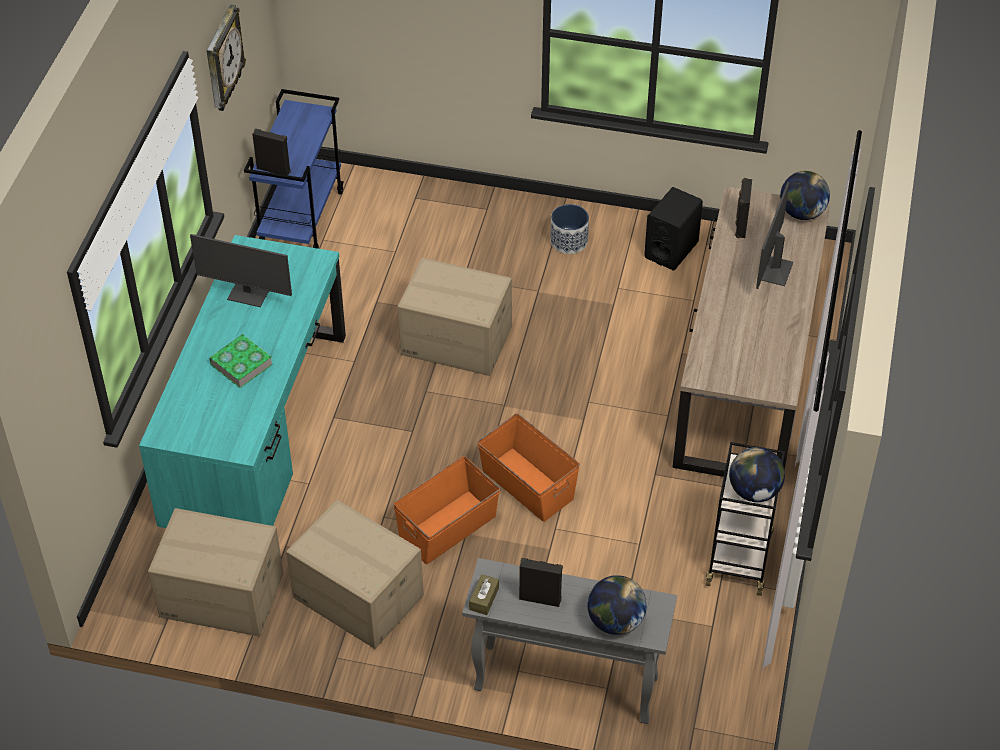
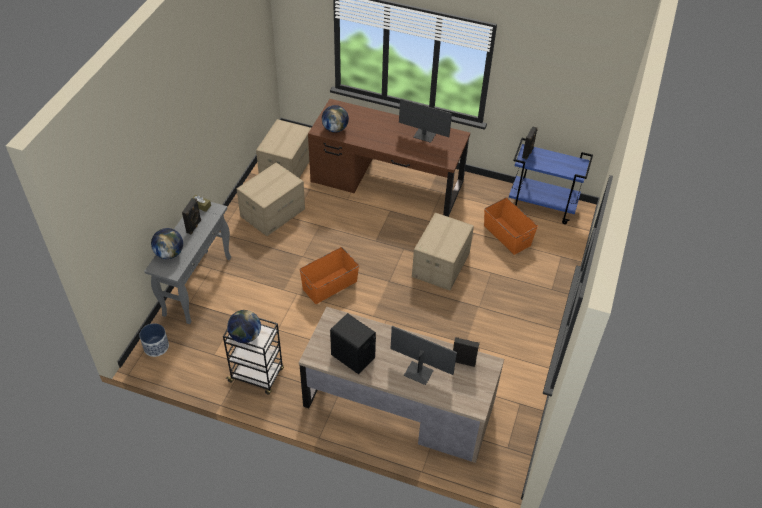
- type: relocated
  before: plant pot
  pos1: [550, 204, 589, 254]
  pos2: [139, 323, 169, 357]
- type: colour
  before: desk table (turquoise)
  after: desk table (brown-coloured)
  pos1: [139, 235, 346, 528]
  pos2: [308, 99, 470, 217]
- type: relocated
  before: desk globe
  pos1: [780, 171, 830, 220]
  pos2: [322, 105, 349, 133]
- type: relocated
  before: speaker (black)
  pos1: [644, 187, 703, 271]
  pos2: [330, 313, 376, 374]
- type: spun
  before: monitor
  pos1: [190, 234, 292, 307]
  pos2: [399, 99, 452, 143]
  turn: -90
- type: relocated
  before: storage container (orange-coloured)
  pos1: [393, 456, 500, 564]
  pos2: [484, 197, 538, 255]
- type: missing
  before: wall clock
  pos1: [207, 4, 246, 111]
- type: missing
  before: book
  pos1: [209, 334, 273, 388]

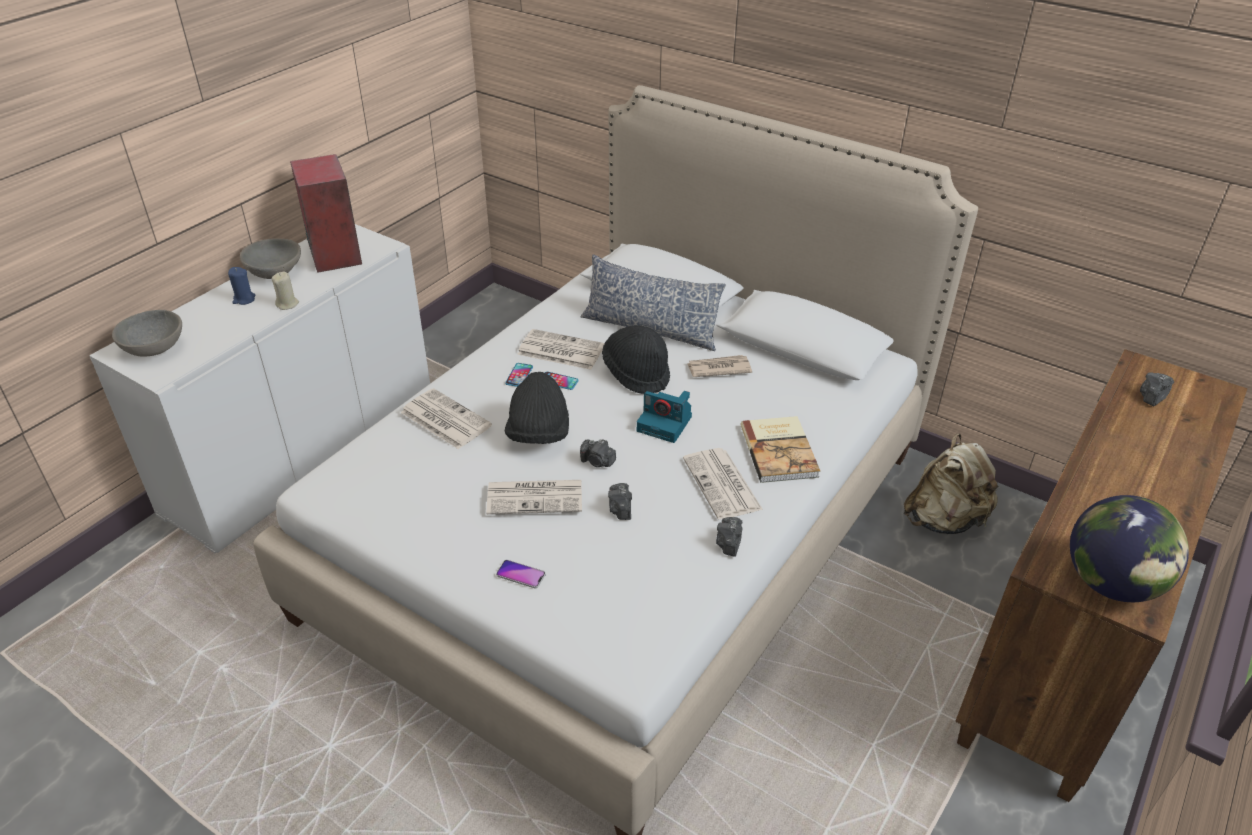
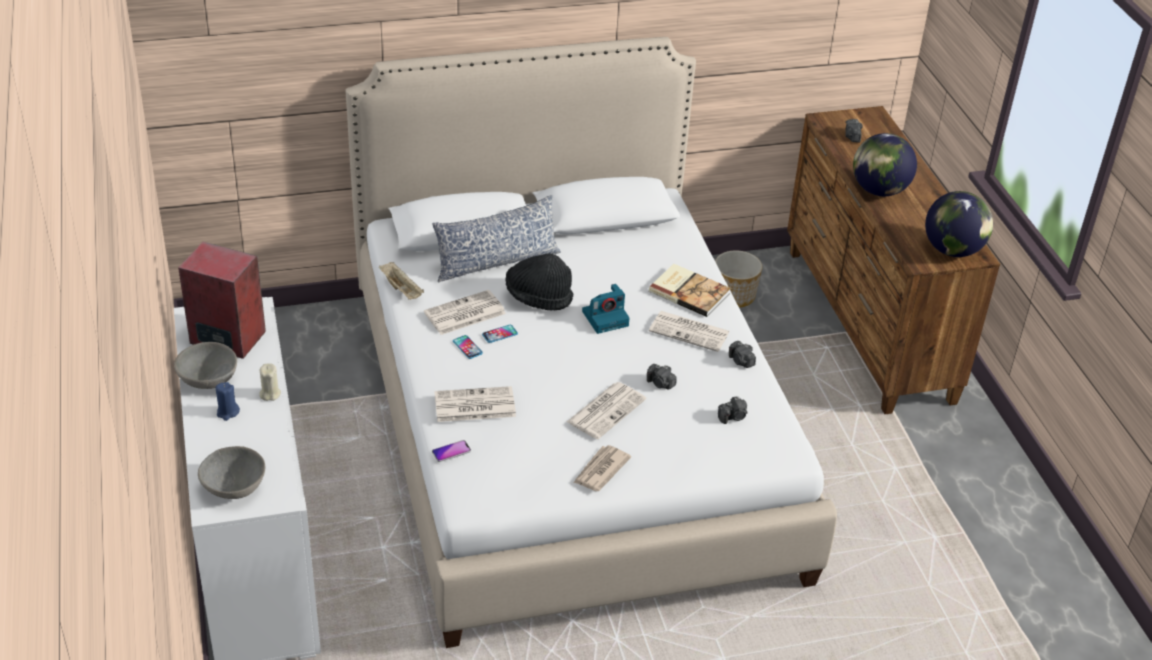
- type: appeared
  after: serving tray (beige)
  pos2: [379, 262, 424, 300]
- type: relocated
  before: telephone
  pos1: [496, 560, 546, 588]
  pos2: [432, 440, 471, 462]
- type: relocated
  before: daily paper
  pos1: [687, 355, 752, 377]
  pos2: [573, 445, 631, 491]
- type: exchanged
  before: knapsack (beige)
  after: plant pot
  pos1: [904, 433, 1000, 534]
  pos2: [715, 250, 763, 308]
- type: relocated
  before: still camera
  pos1: [580, 439, 616, 467]
  pos2: [718, 397, 748, 424]
- type: appeared
  after: desk globe
  pos2: [853, 133, 917, 196]
- type: missing
  before: wearable hat (black)
  pos1: [505, 372, 569, 444]

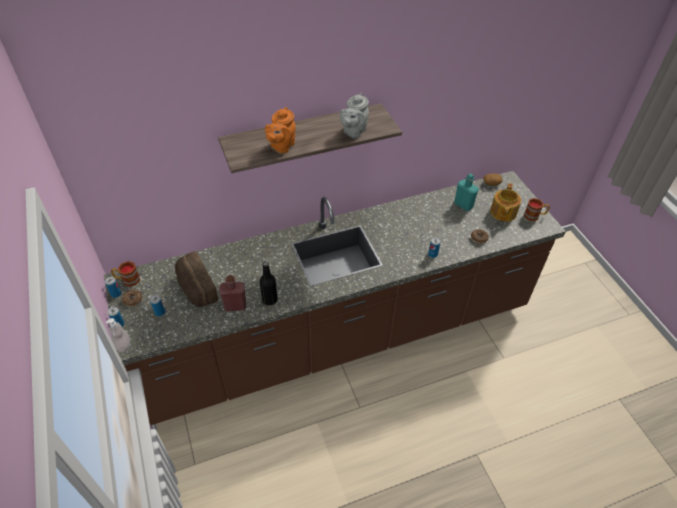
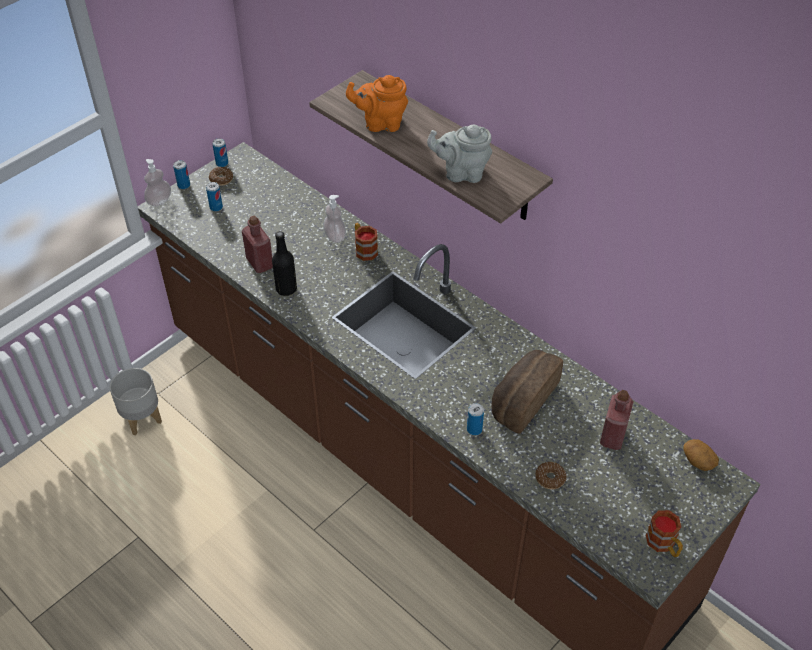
- type: appeared
  after: plant pot (grey)
  pos2: [110, 368, 162, 435]
- type: appeared
  after: soap bottle
  pos2: [323, 195, 346, 243]
- type: relocated
  before: mug
  pos1: [111, 261, 140, 287]
  pos2: [355, 223, 378, 261]
- type: relocated
  before: baked bread
  pos1: [175, 251, 218, 307]
  pos2: [491, 350, 563, 434]
- type: colour
  before: beverage bottle (turquoise)
  after: beverage bottle (reddish)
  pos1: [454, 174, 479, 211]
  pos2: [600, 390, 634, 450]
- type: missing
  before: tea pot
  pos1: [490, 183, 521, 222]

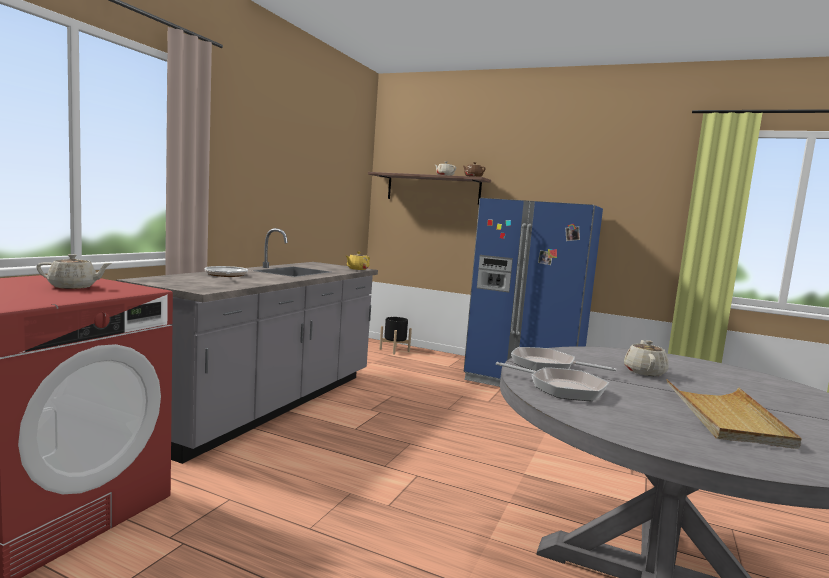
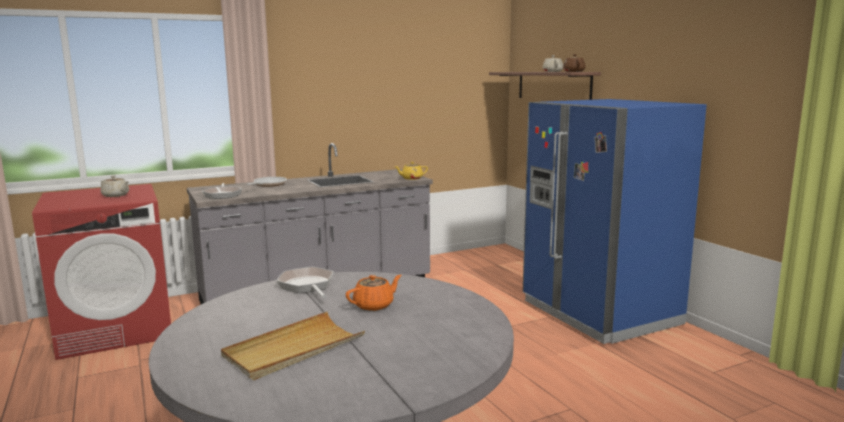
- type: relocated
  before: pan
  pos1: [496, 362, 609, 401]
  pos2: [202, 183, 242, 199]
- type: colour
  before: tea pot (beige)
  after: tea pot (orange-coloured)
  pos1: [624, 340, 669, 376]
  pos2: [346, 275, 402, 311]
- type: missing
  before: plant pot (black)
  pos1: [379, 317, 412, 355]

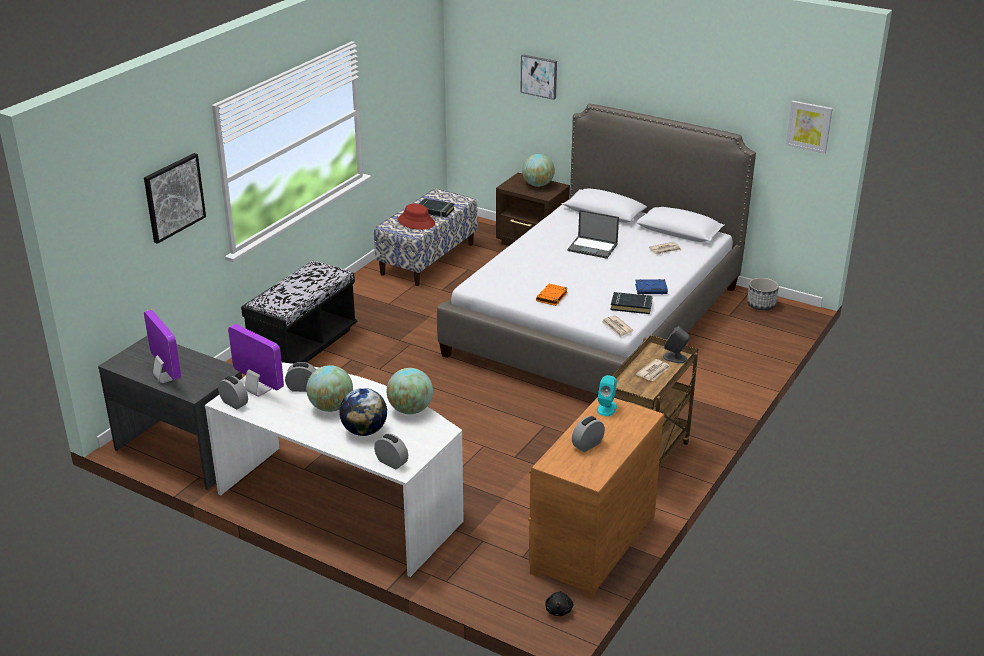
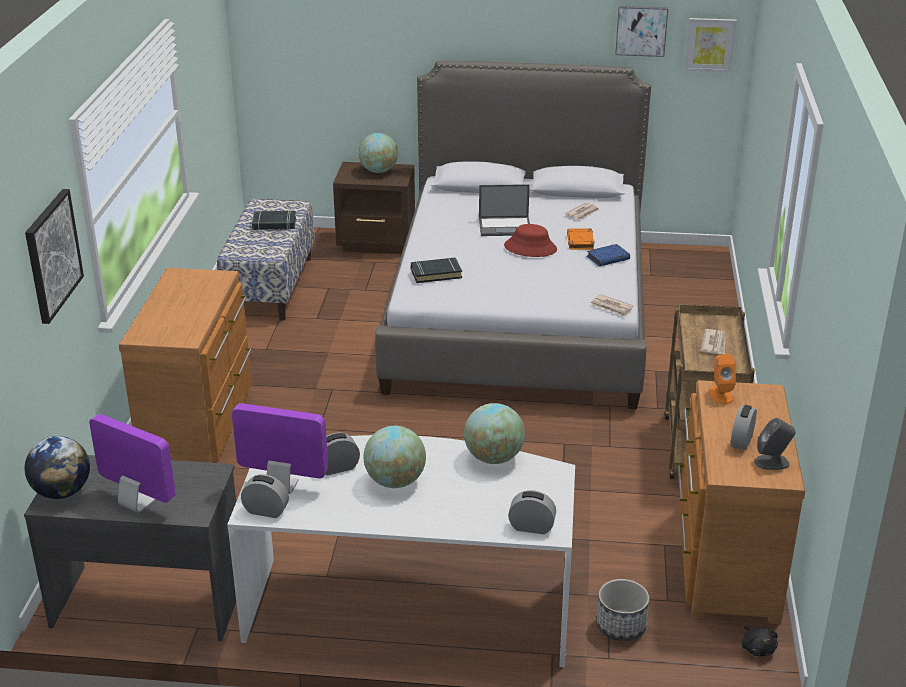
- type: relocated
  before: desk globe
  pos1: [339, 388, 387, 436]
  pos2: [25, 436, 90, 499]
- type: exchanged
  before: long seat (black)
  after: dresser (brown-coloured)
  pos1: [241, 260, 357, 364]
  pos2: [119, 268, 252, 463]
- type: relocated
  before: book (black)
  pos1: [611, 292, 653, 314]
  pos2: [411, 257, 462, 283]
- type: relocated
  before: wearable hat (reddish)
  pos1: [398, 204, 435, 230]
  pos2: [504, 224, 557, 257]
- type: relocated
  before: book (orange-coloured)
  pos1: [536, 284, 568, 306]
  pos2: [567, 228, 594, 250]
- type: relocated
  before: plant pot
  pos1: [747, 278, 779, 310]
  pos2: [597, 579, 649, 641]
- type: relocated
  before: wall picture
  pos1: [520, 54, 557, 100]
  pos2: [615, 6, 668, 57]
- type: colour
  before: speaker (turquoise)
  after: speaker (orange-coloured)
  pos1: [597, 375, 617, 416]
  pos2: [709, 354, 736, 404]
- type: relocated
  before: speaker (grey)
  pos1: [663, 326, 690, 363]
  pos2: [754, 418, 795, 470]

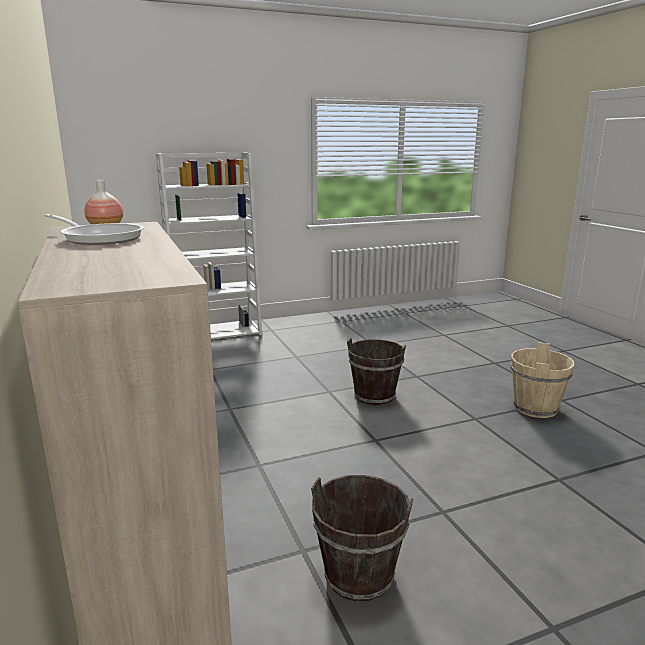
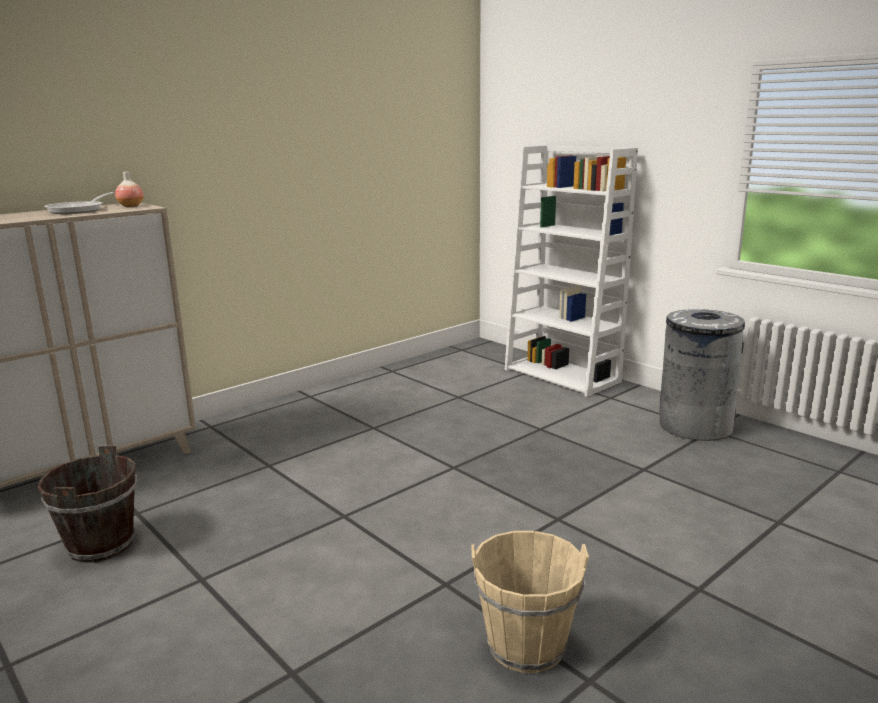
- type: appeared
  after: rubbish bin (grey)
  pos2: [660, 309, 745, 441]
- type: missing
  before: pail (brown-coloured)
  pos1: [347, 338, 406, 405]

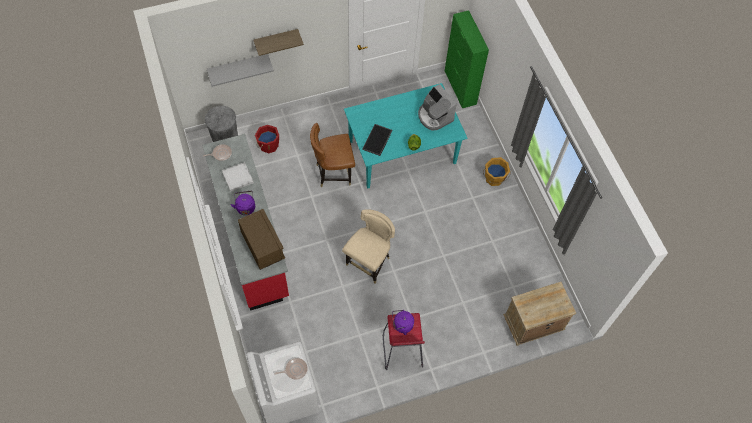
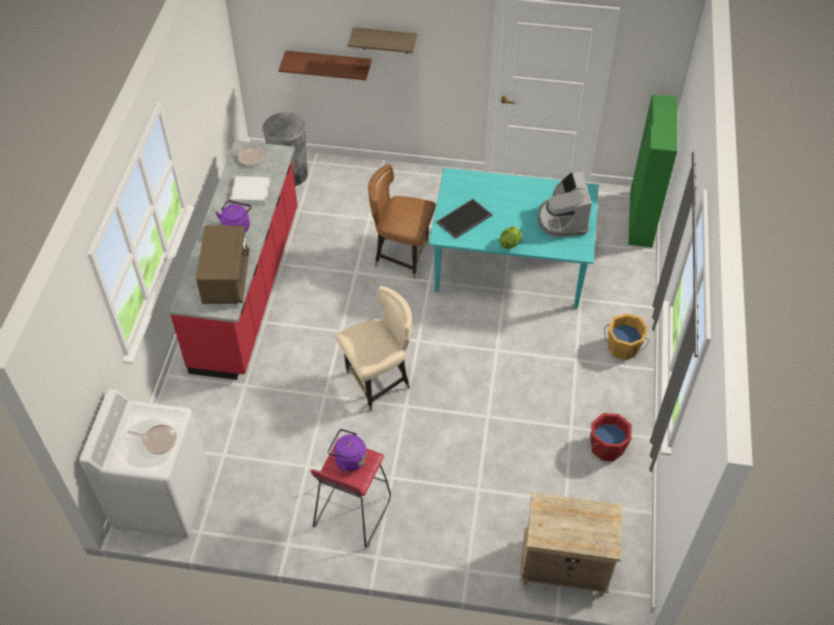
- type: colour
  before: shelf (grey)
  after: shelf (brown-coloured)
  pos1: [207, 54, 274, 87]
  pos2: [279, 51, 372, 80]
- type: relocated
  before: pail (reddish)
  pos1: [255, 125, 279, 153]
  pos2: [588, 413, 632, 462]

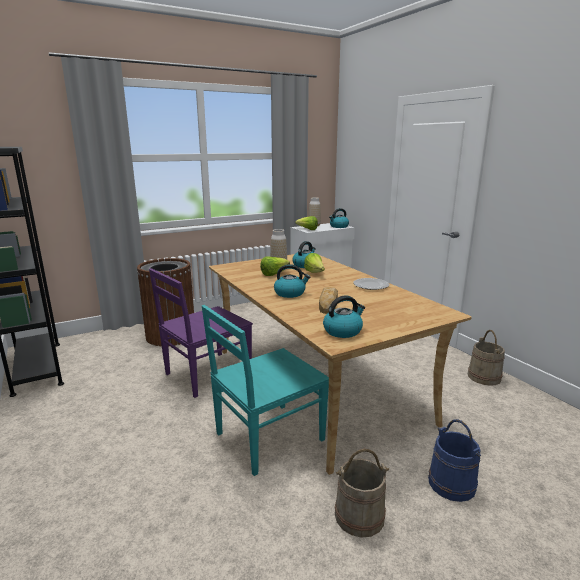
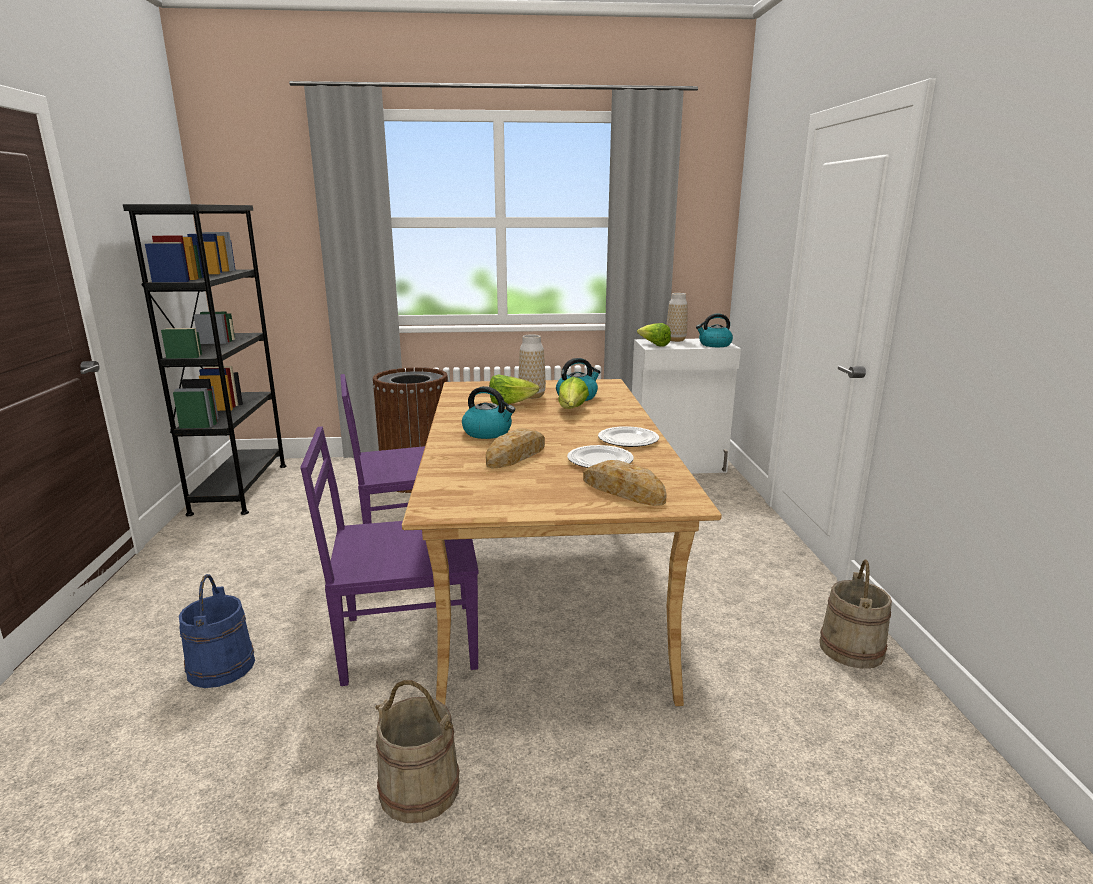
- type: relocated
  before: pail (blue-coloured)
  pos1: [428, 419, 481, 502]
  pos2: [179, 574, 255, 688]
- type: colour
  before: plain chair (turquoise)
  after: plain chair (purple)
  pos1: [202, 305, 329, 476]
  pos2: [300, 426, 479, 686]
- type: appeared
  after: plate
  pos2: [567, 445, 634, 468]
- type: appeared
  after: baked bread
  pos2: [583, 460, 667, 506]
- type: missing
  before: kettle
  pos1: [323, 295, 365, 338]

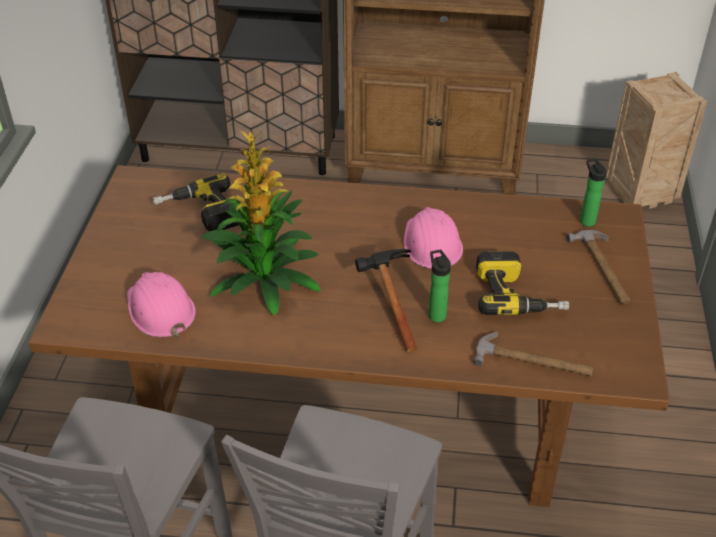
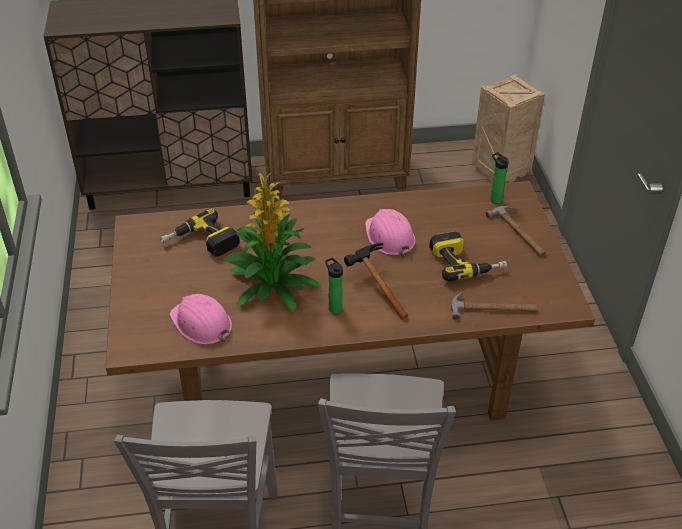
- type: relocated
  before: beverage bottle
  pos1: [429, 250, 451, 322]
  pos2: [325, 257, 343, 314]

